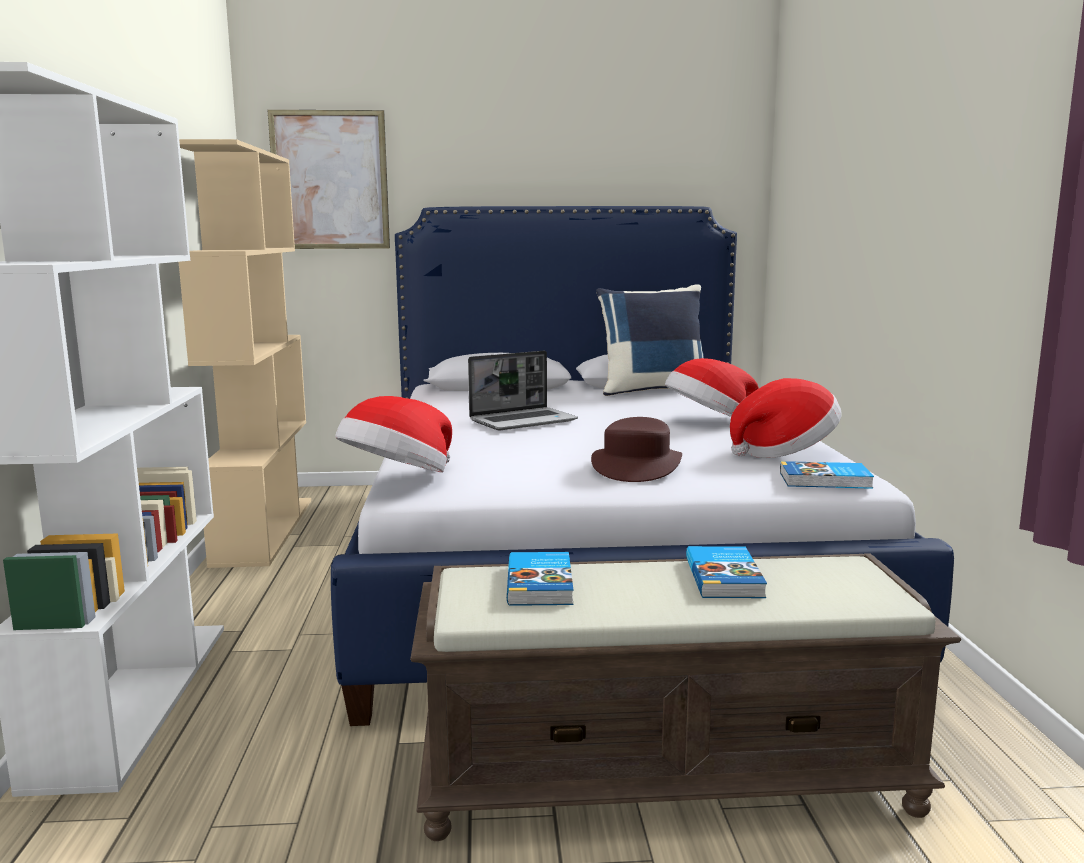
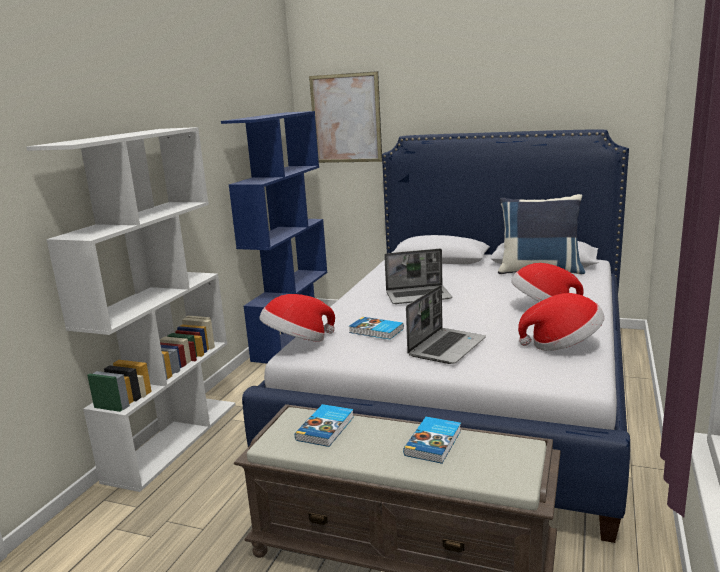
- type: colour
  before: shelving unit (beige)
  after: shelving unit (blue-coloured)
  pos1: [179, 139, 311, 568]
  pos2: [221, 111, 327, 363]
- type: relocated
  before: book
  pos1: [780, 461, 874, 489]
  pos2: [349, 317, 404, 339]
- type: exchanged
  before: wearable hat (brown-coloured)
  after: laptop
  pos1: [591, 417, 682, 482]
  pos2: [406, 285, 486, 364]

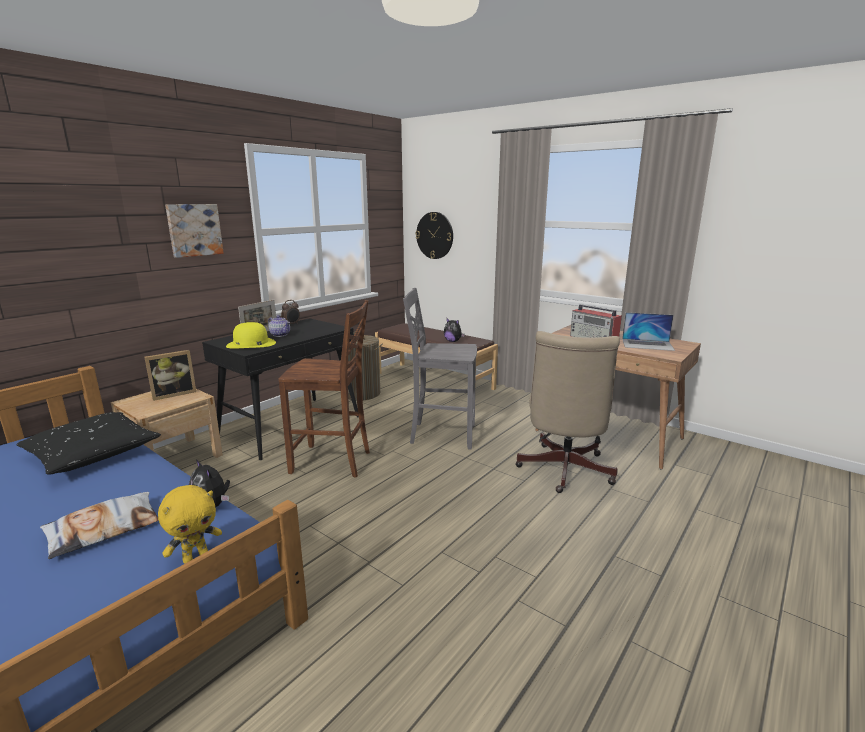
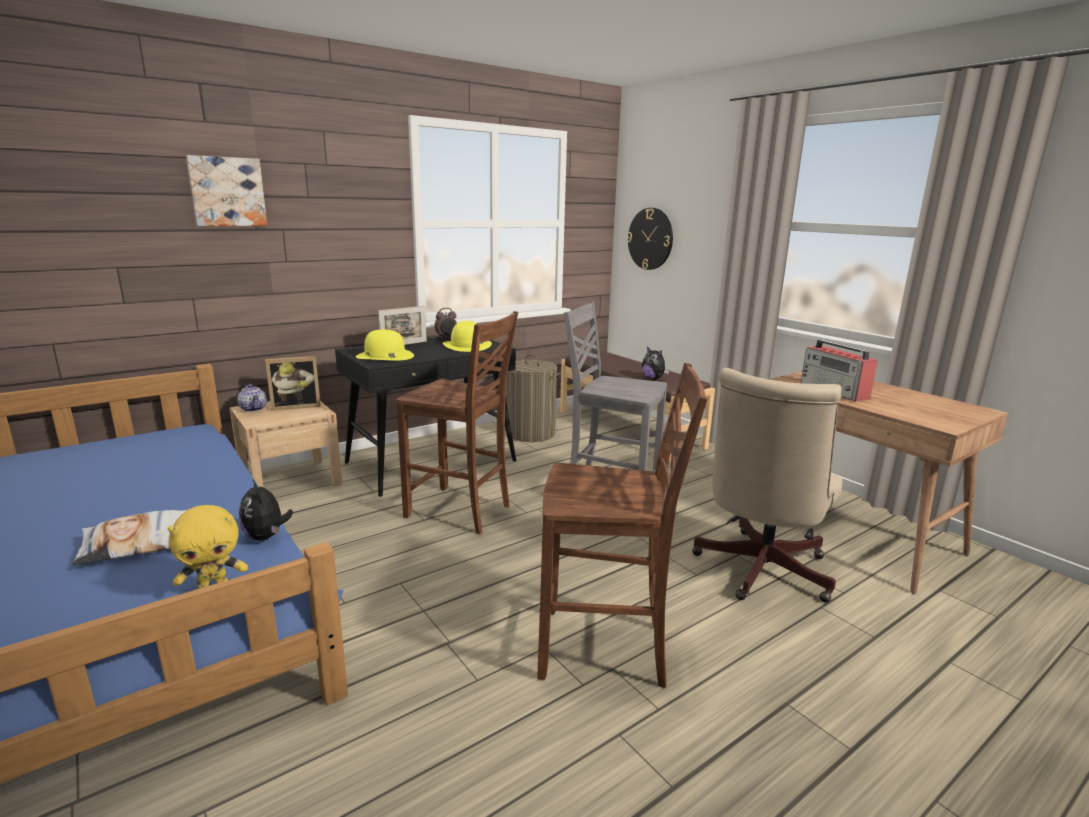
- type: relocated
  before: wall picture
  pos1: [165, 204, 224, 258]
  pos2: [186, 155, 267, 226]
- type: relocated
  before: tea pot
  pos1: [268, 315, 290, 337]
  pos2: [237, 384, 267, 412]
- type: appeared
  after: wearable hat (yellow)
  pos2: [443, 321, 492, 352]
- type: appeared
  after: plain chair (brown-coloured)
  pos2: [538, 363, 708, 688]
- type: missing
  before: cushion (black)
  pos1: [16, 412, 161, 475]
- type: missing
  before: laptop
  pos1: [622, 312, 675, 351]

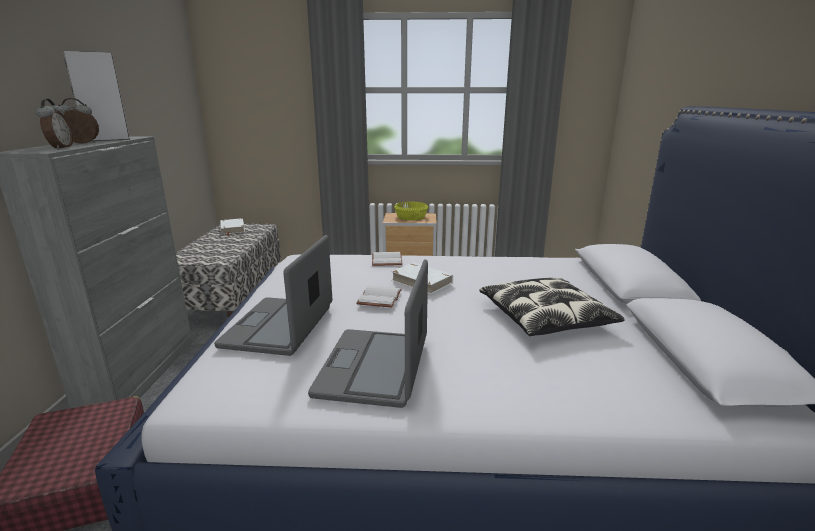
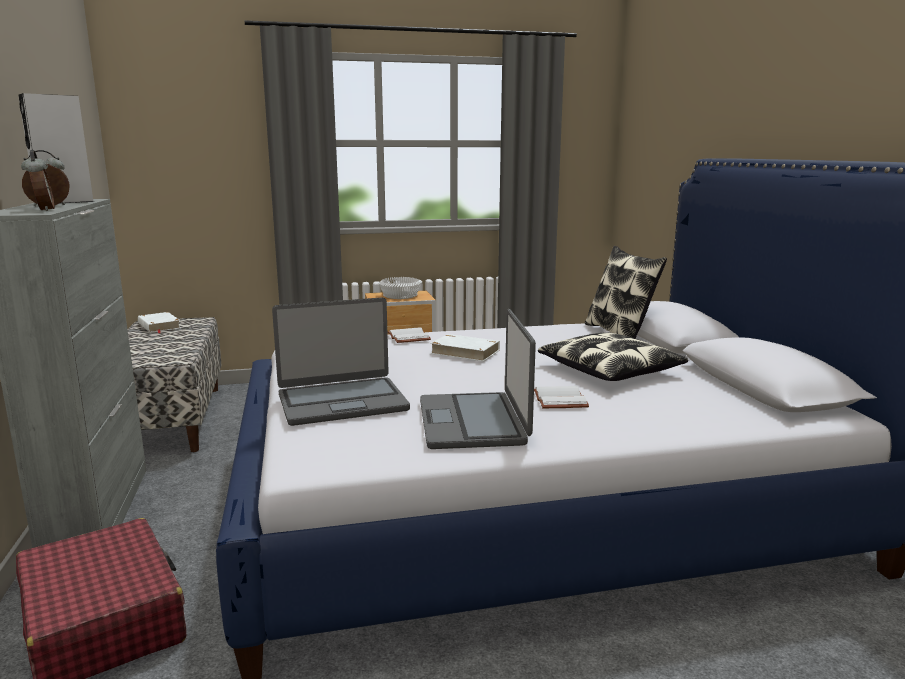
- type: spun
  before: laptop
  pos1: [214, 235, 333, 356]
  pos2: [272, 297, 410, 426]
  turn: -105
- type: colour
  before: bowl (yellow)
  after: bowl (whitish)
  pos1: [394, 201, 428, 221]
  pos2: [379, 277, 421, 299]
- type: relocated
  before: book (whitish)
  pos1: [356, 286, 402, 307]
  pos2: [534, 386, 589, 408]
- type: appeared
  after: cushion
  pos2: [585, 246, 667, 339]

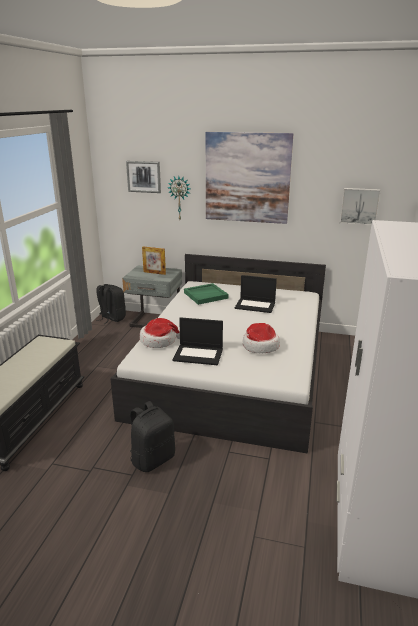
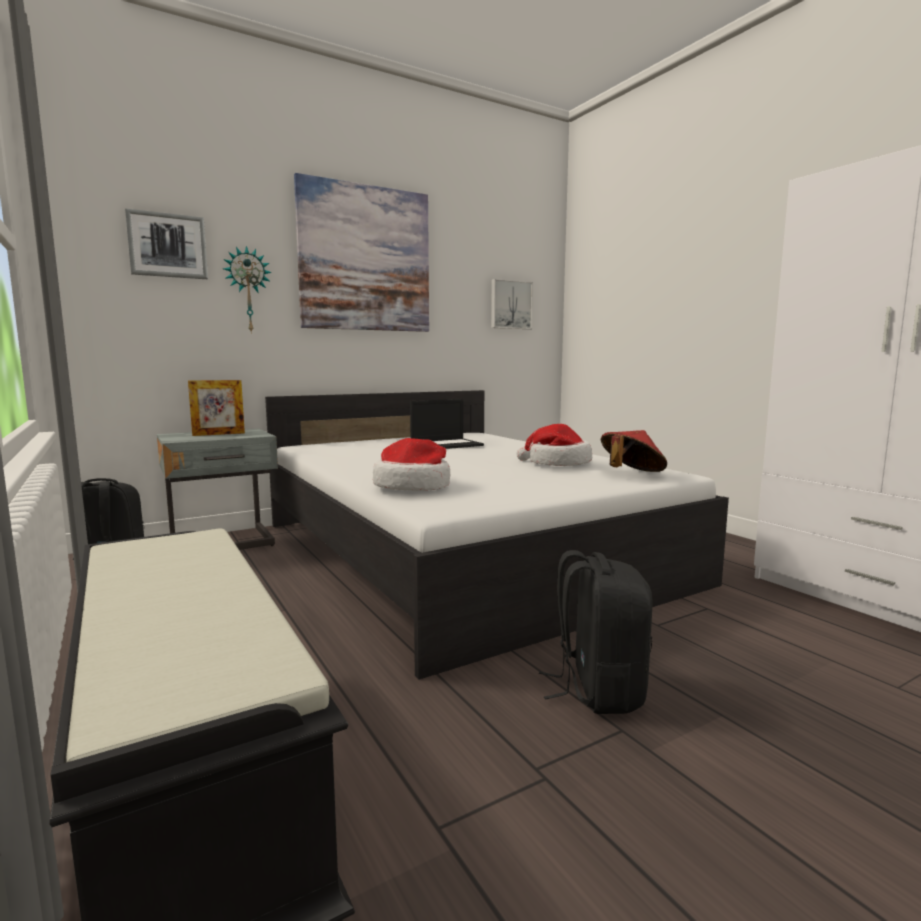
- type: appeared
  after: wearable hat (reddish)
  pos2: [601, 430, 667, 472]
- type: missing
  before: laptop
  pos1: [173, 317, 223, 365]
- type: missing
  before: serving tray (green-coloured)
  pos1: [184, 283, 228, 305]

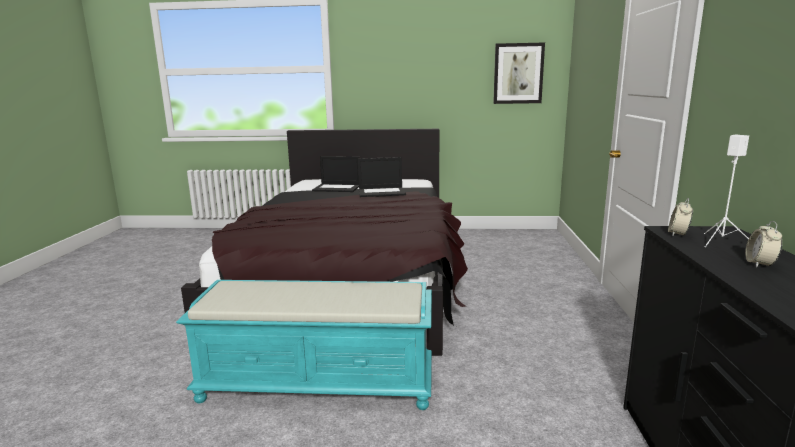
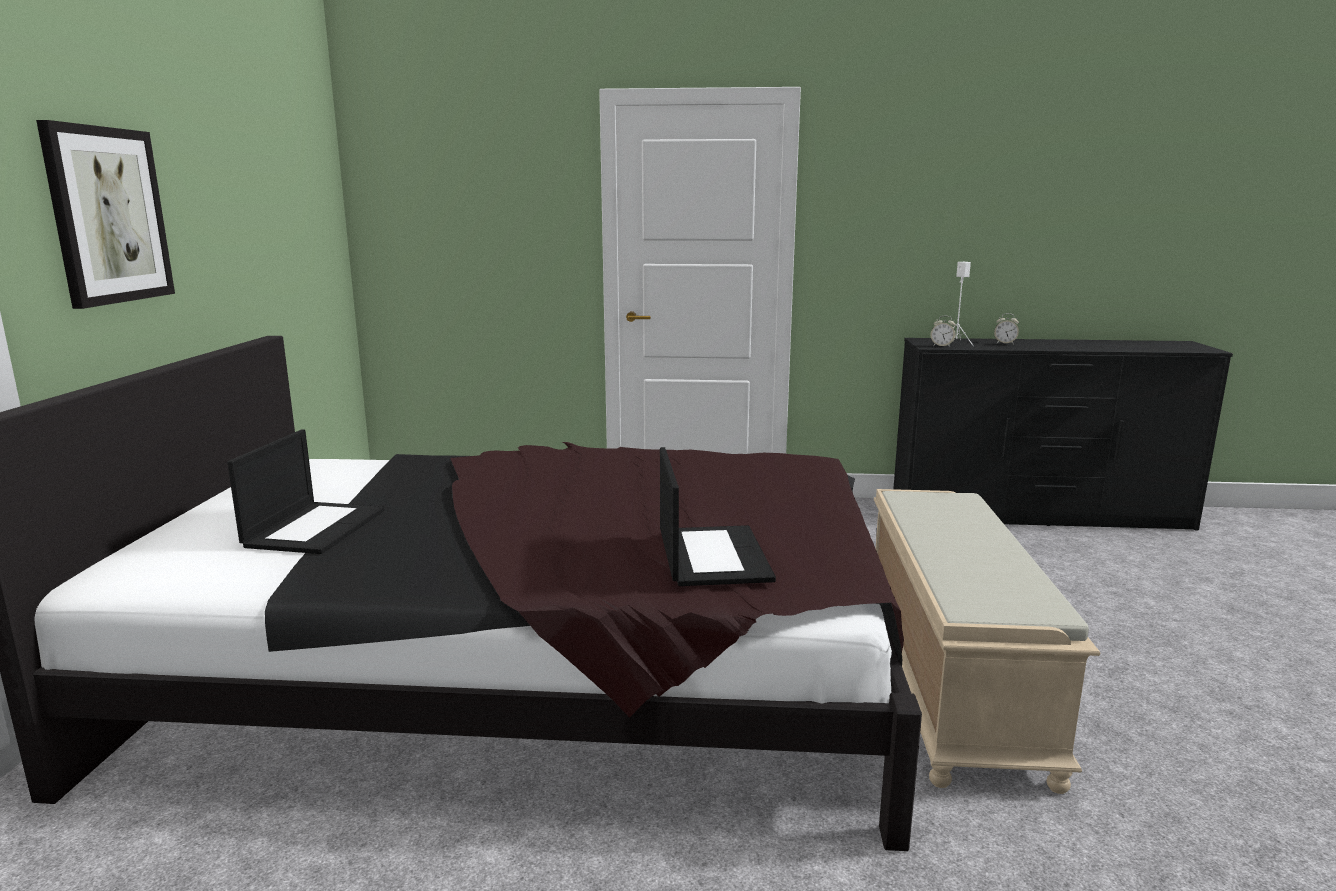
- type: relocated
  before: wall picture
  pos1: [493, 42, 545, 104]
  pos2: [36, 120, 175, 309]
- type: relocated
  before: laptop
  pos1: [358, 157, 406, 197]
  pos2: [660, 447, 776, 586]
- type: colour
  before: long seat (turquoise)
  after: long seat (beige)
  pos1: [176, 280, 432, 410]
  pos2: [874, 489, 1100, 794]

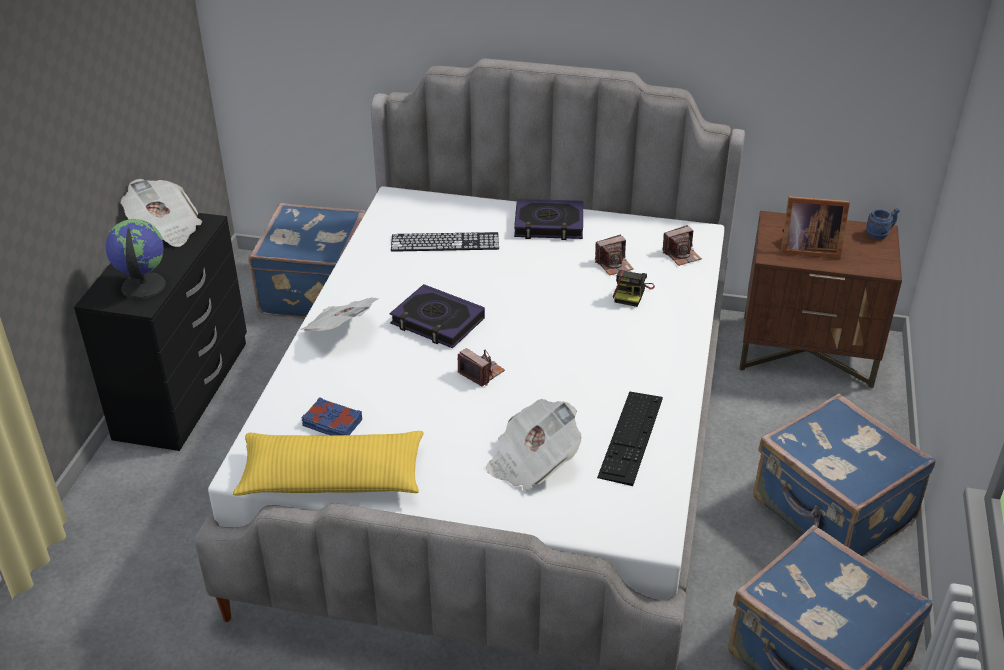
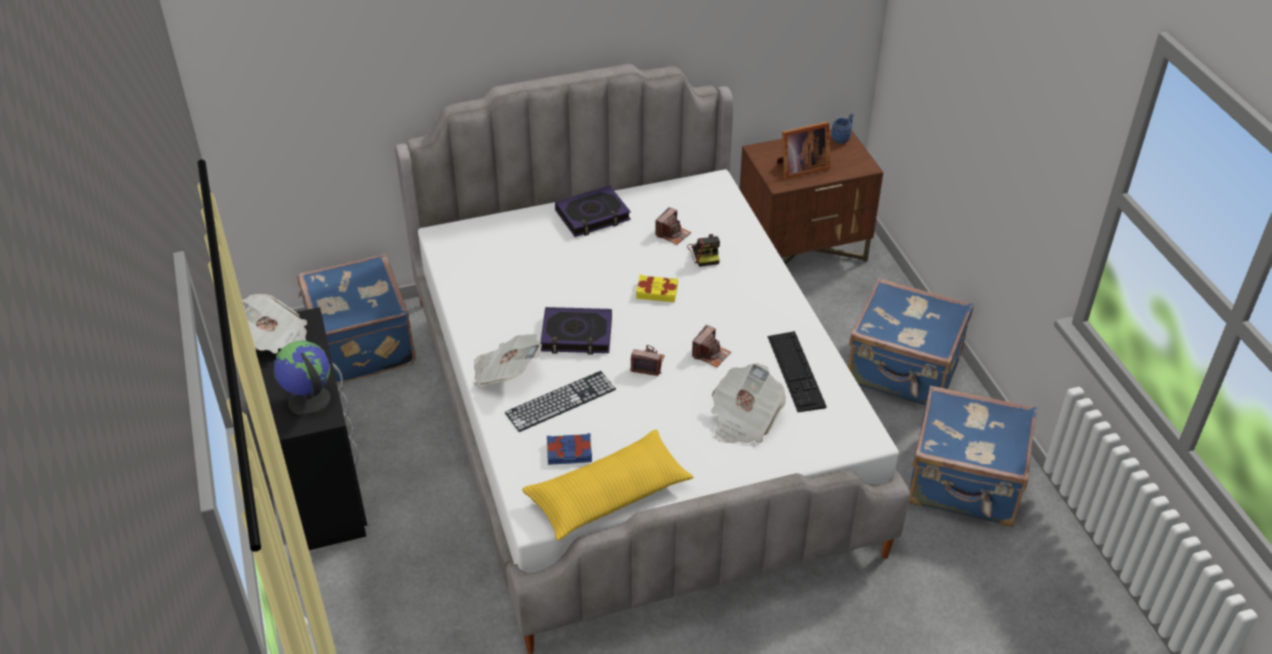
- type: relocated
  before: computer keyboard
  pos1: [391, 232, 499, 252]
  pos2: [505, 371, 616, 432]
- type: appeared
  after: book (yellow)
  pos2: [636, 275, 678, 302]
- type: relocated
  before: still camera
  pos1: [663, 225, 702, 266]
  pos2: [692, 325, 731, 367]

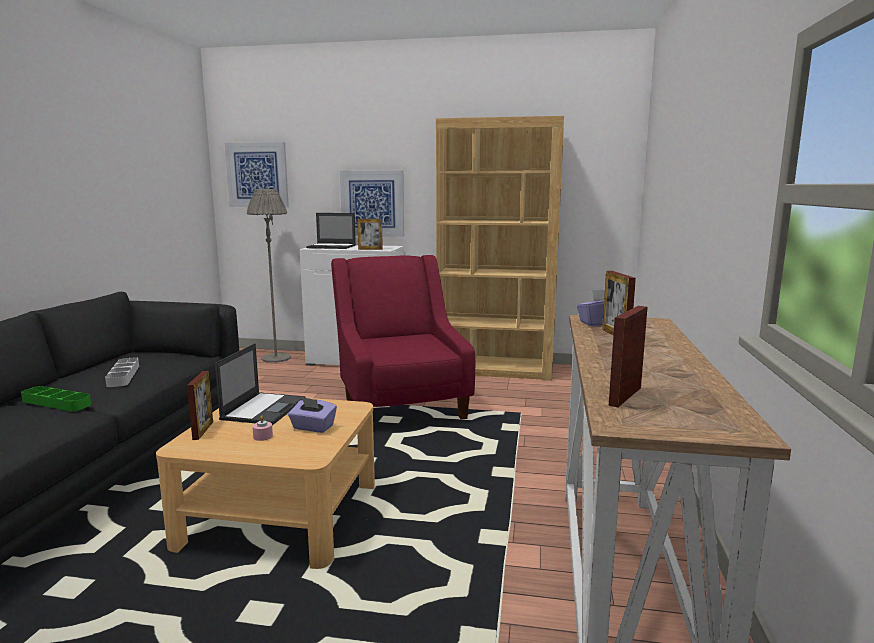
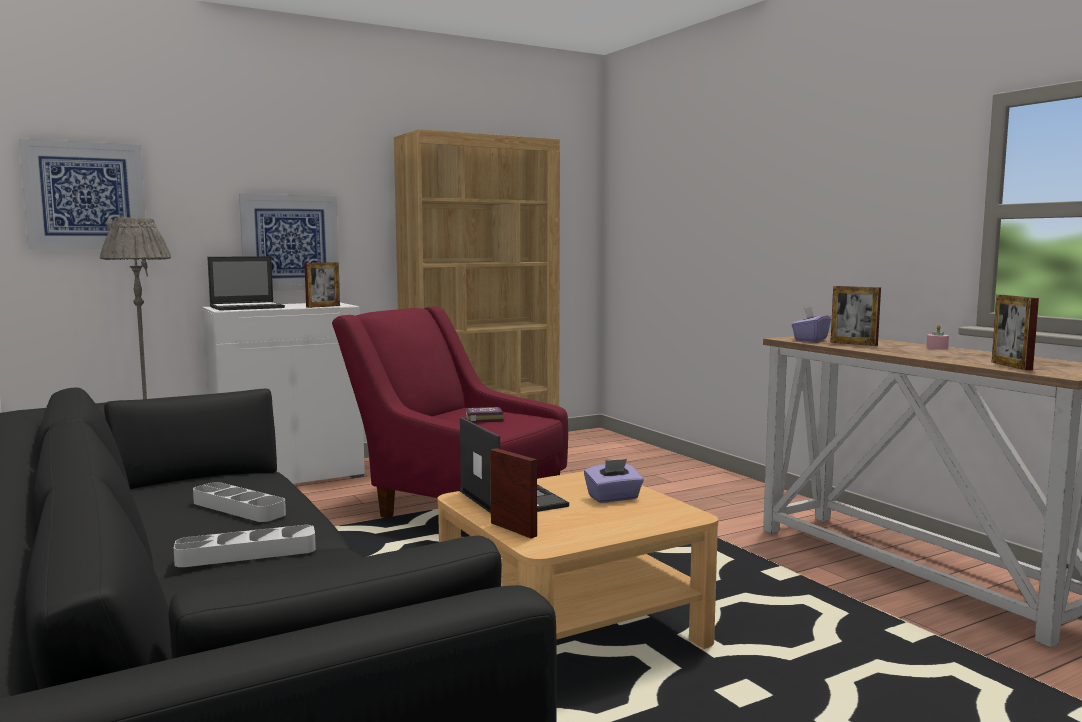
- type: colour
  before: serving tray (green-coloured)
  after: serving tray (grey)
  pos1: [21, 386, 91, 411]
  pos2: [174, 525, 316, 567]
- type: appeared
  after: book
  pos2: [465, 407, 504, 423]
- type: relocated
  before: candle (pinkish)
  pos1: [252, 415, 273, 441]
  pos2: [926, 324, 949, 349]

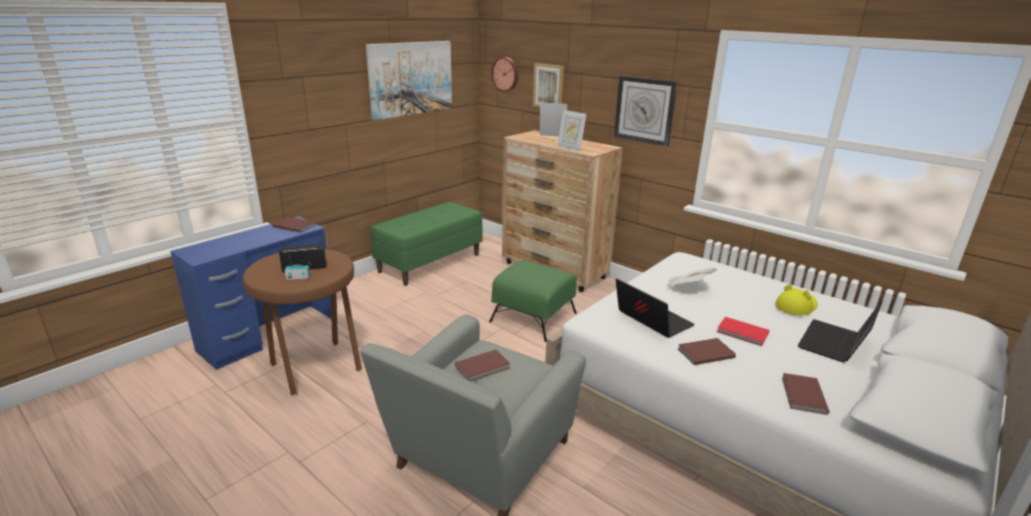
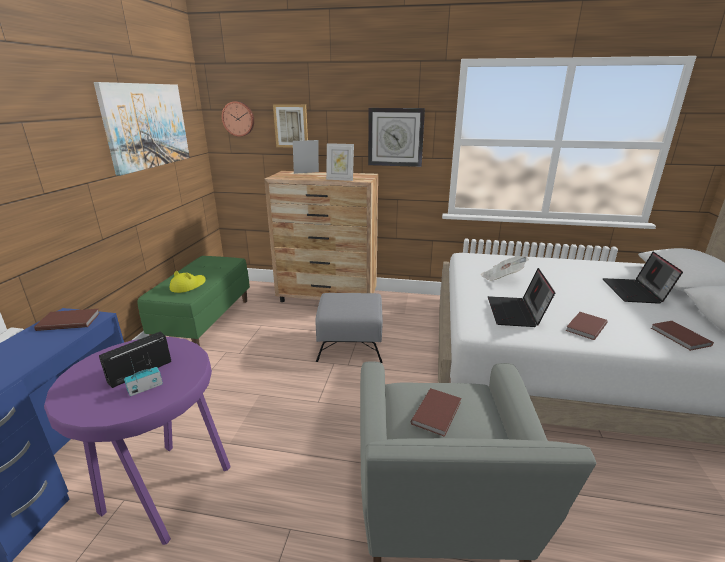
- type: colour
  before: sitting stool (brown-coloured)
  after: sitting stool (purple)
  pos1: [242, 249, 362, 395]
  pos2: [44, 337, 231, 545]
- type: relocated
  before: wearable hat (yellow)
  pos1: [775, 284, 818, 315]
  pos2: [170, 271, 206, 293]
- type: colour
  before: pouffe (green-coloured)
  after: pouffe (grey)
  pos1: [489, 260, 577, 342]
  pos2: [315, 293, 383, 363]
- type: spun
  before: laptop
  pos1: [616, 278, 695, 338]
  pos2: [488, 268, 555, 327]
  turn: -105
- type: missing
  before: book (reddish)
  pos1: [717, 317, 769, 346]

